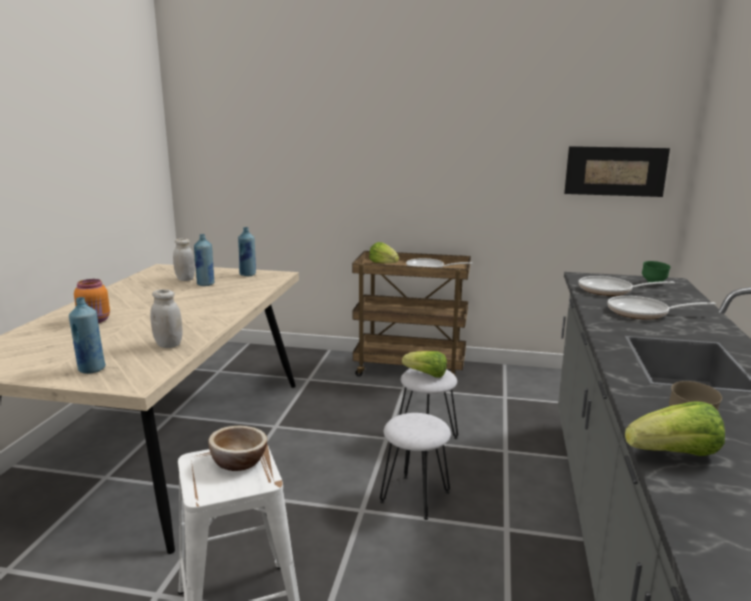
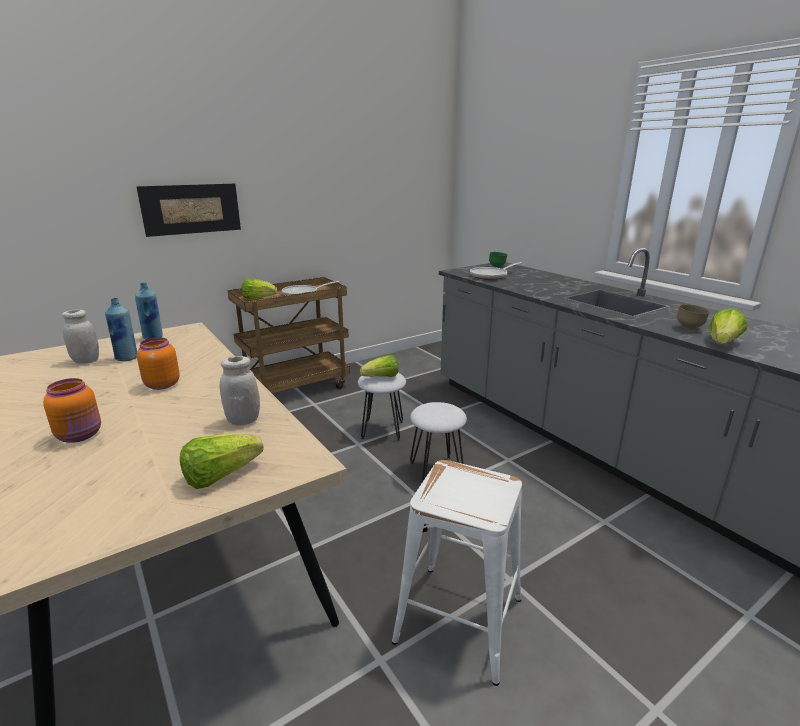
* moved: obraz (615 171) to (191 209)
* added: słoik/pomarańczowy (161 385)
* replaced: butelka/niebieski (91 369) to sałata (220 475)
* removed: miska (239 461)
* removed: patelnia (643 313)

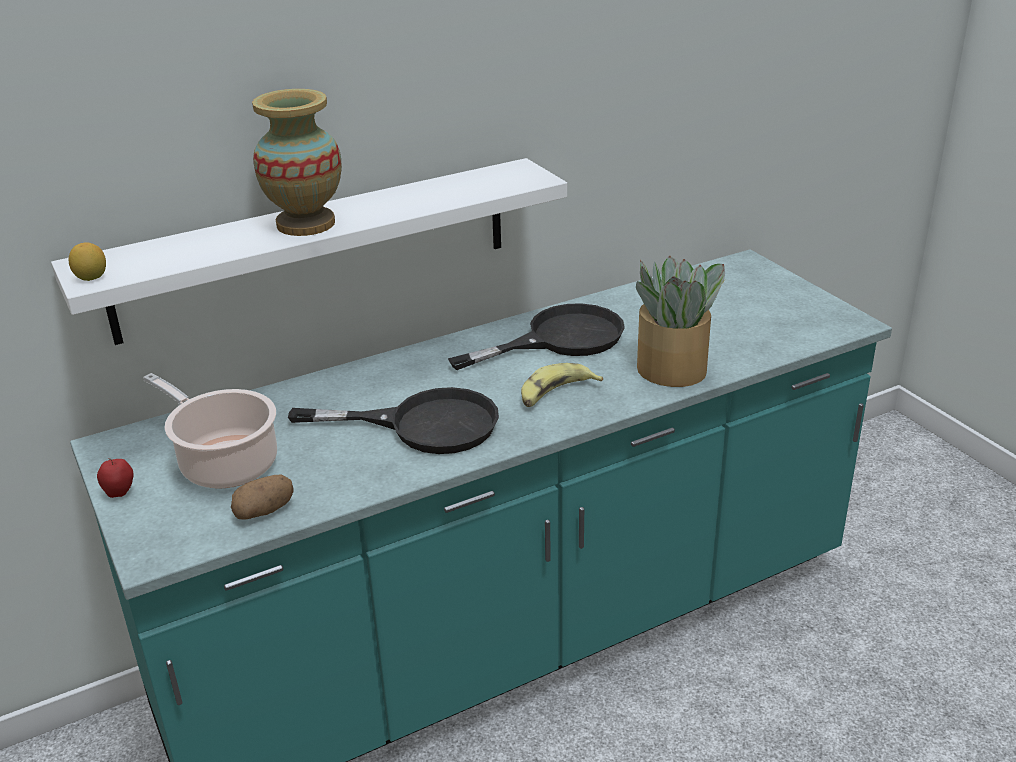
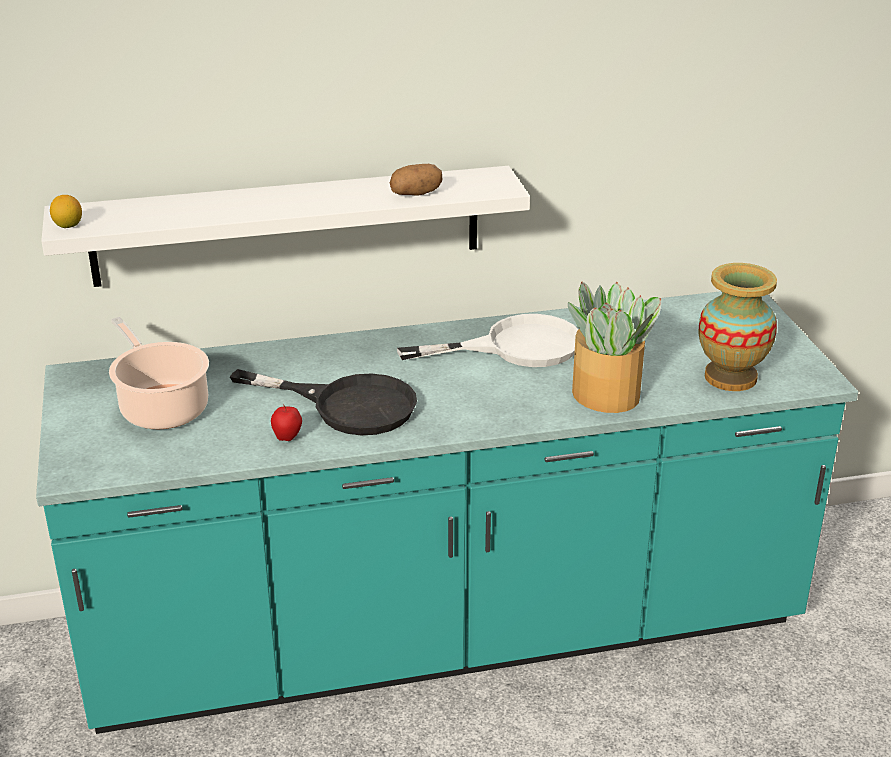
* moved: jabłko (120 493) to (287 438)
* moved: ziemniak (264 511) to (416 194)
* recoloured: patelnia/czarny (559 339) to patelnia/biały (515 347)
* moved: wazon (305 224) to (730 377)
* removed: banan (556 394)

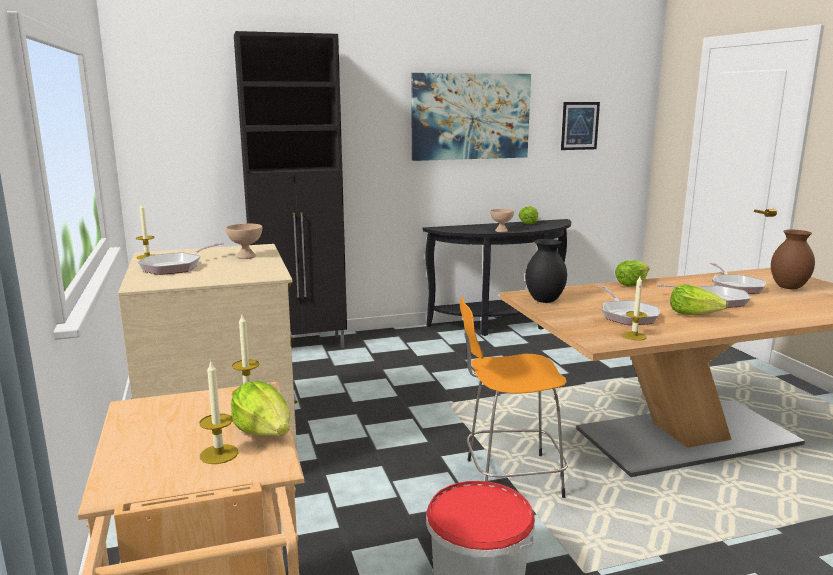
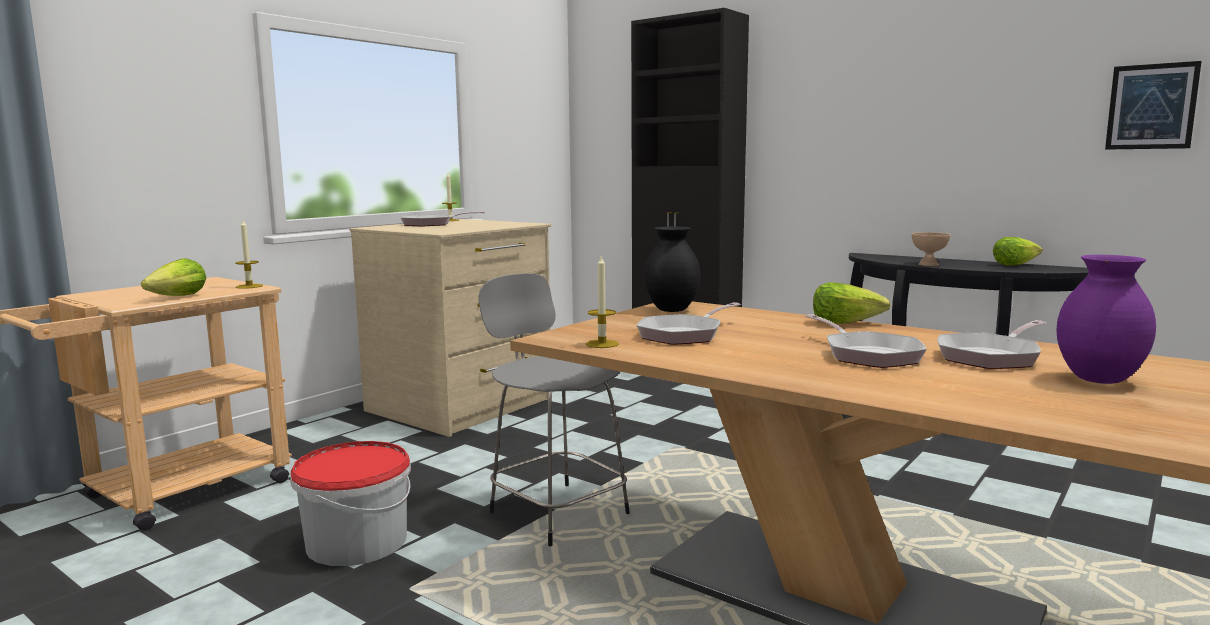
* recoloured: stołek/pomarańczowy (509 478) to stołek/szary (556 511)
* recoloured: wazon/brązowy (789 287) to wazon/fioletowy (1100 380)
* removed: świeca (219 454)
* removed: miska/beżowy (246 257)
* removed: obraz (470 116)
* removed: sałata (694 314)

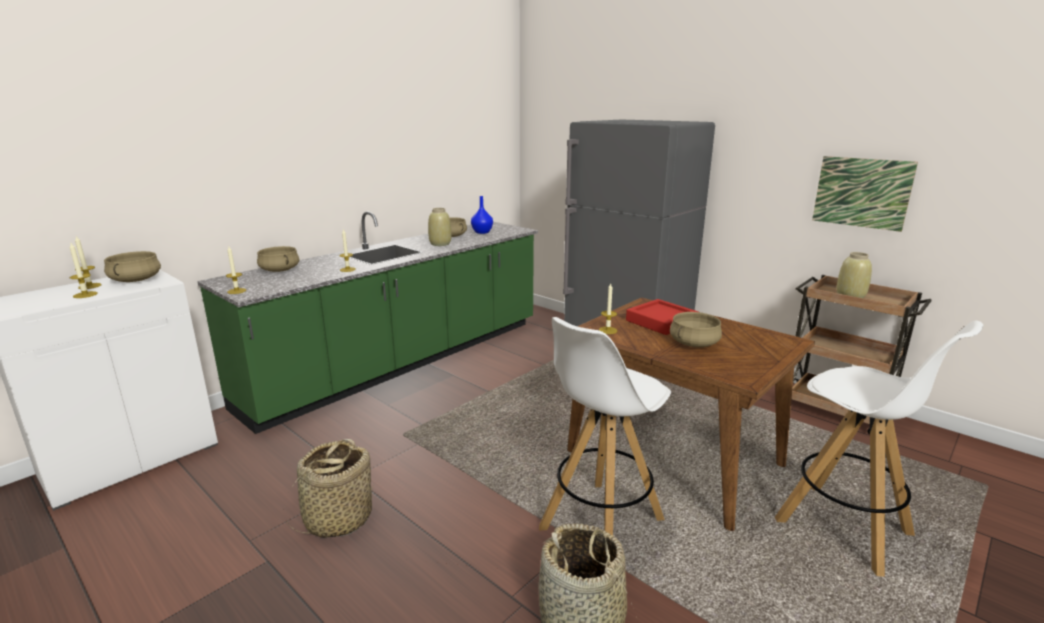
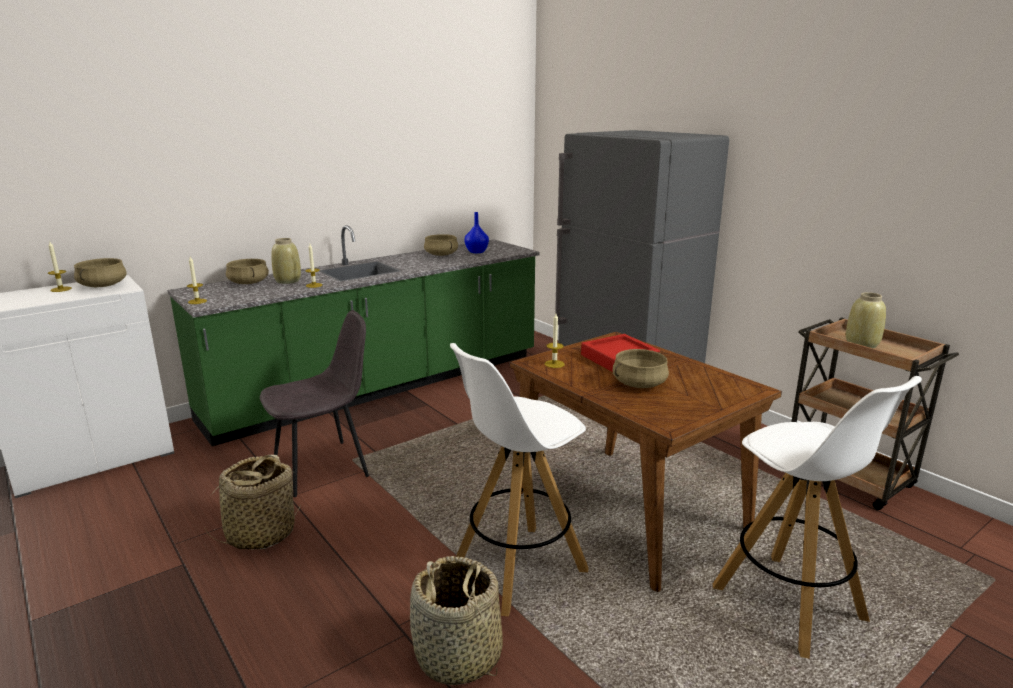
* added: krzesło/szary (323 467)
* moved: wazon/beżowy (440 244) to (288 281)
* removed: świeca (85 295)
* removed: obraz (861 192)

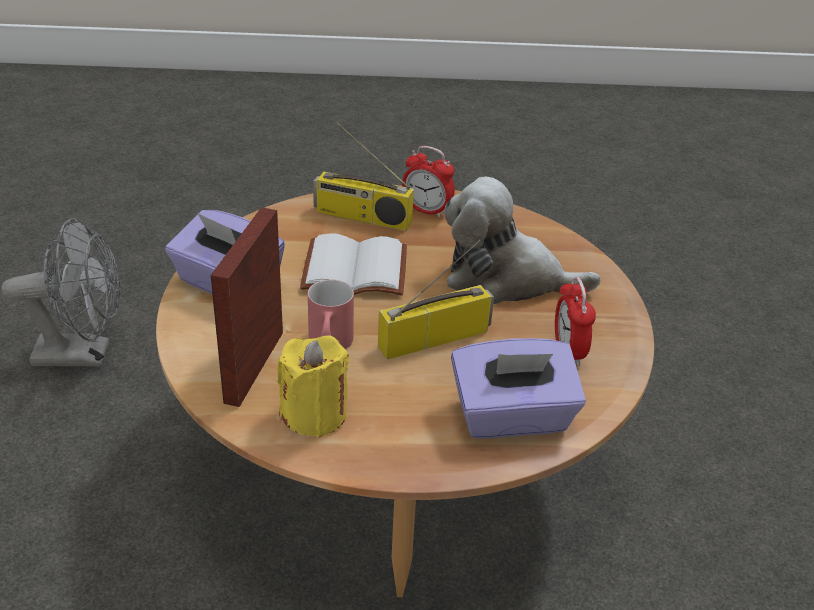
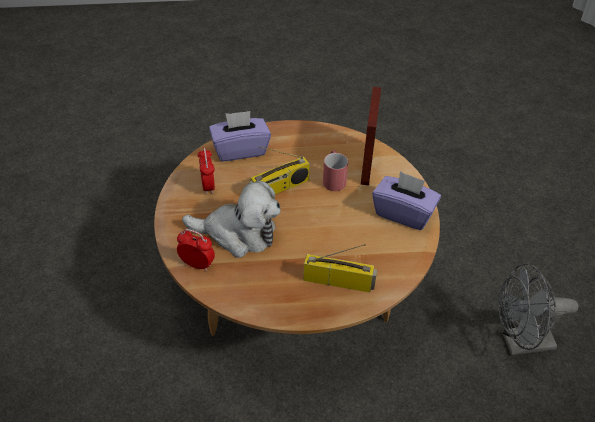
* moved: budzik (427 210) to (197 264)
* removed: świeca/żółty (314 414)
* removed: książka/biały (353 271)

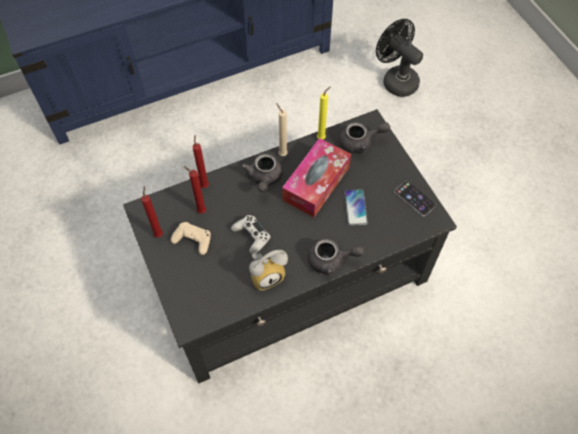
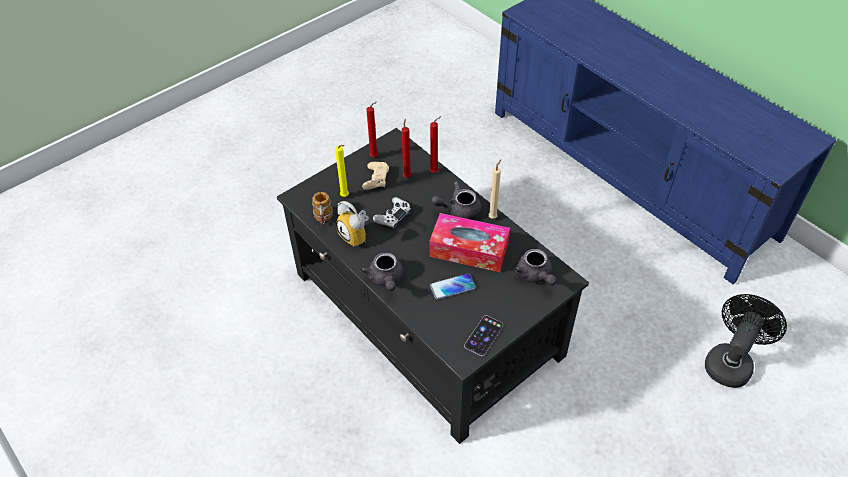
* added: kubek (324 221)
* moved: świeca/żółty (322 137) to (346 196)

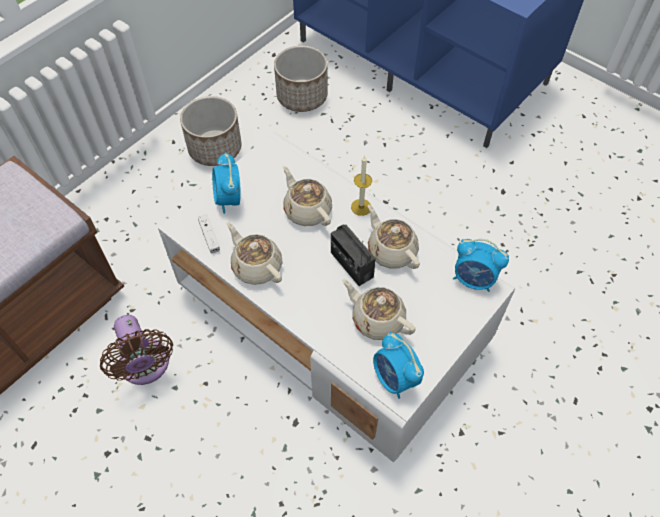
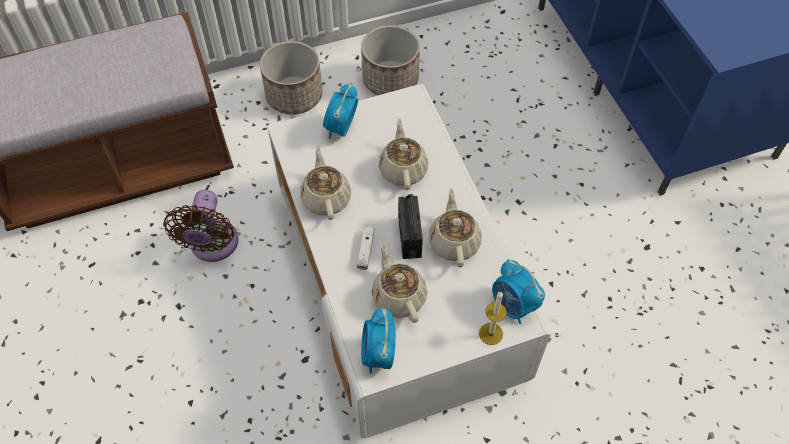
* moved: donica (302 96) to (295 95)
* moved: pad do gier/biały (209 236) to (366 250)
* moved: świeca (361 207) to (491 333)

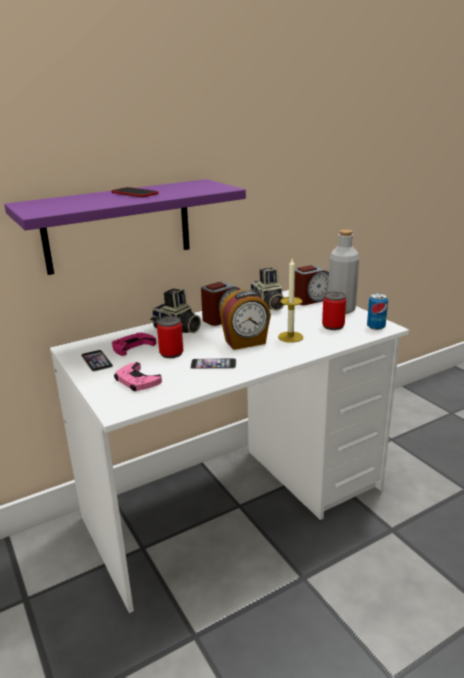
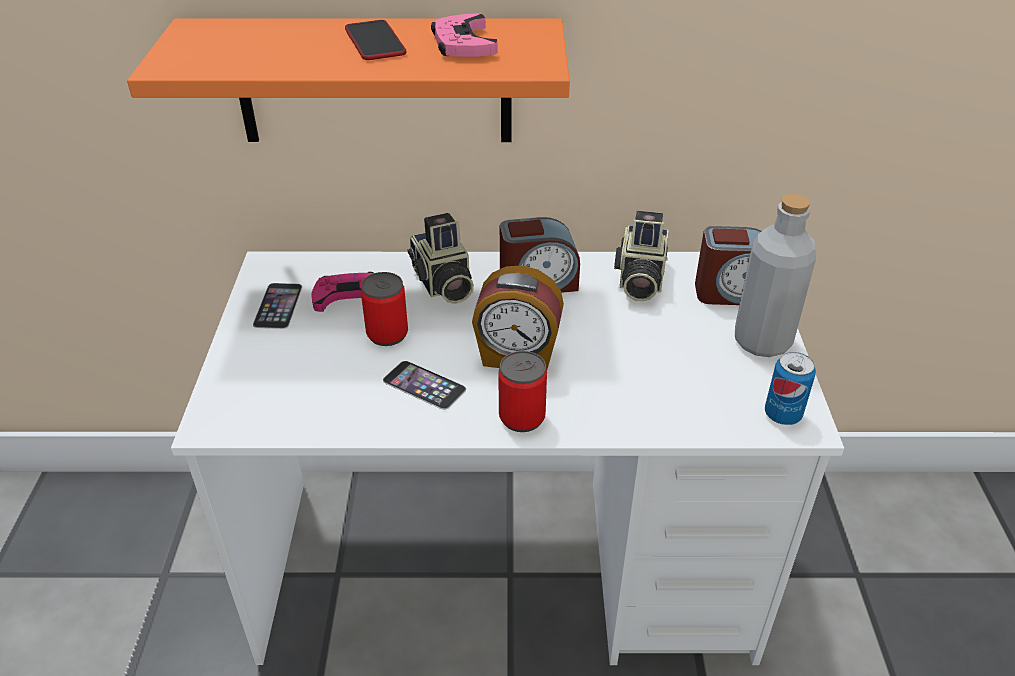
* recoloured: półka/fioletowy (118 226) to półka/pomarańczowy (374 81)
* moved: pad do gier/różowy (137 381) to (463 44)
* moved: puszka (333 326) to (522 417)
* removed: świeca (290 337)

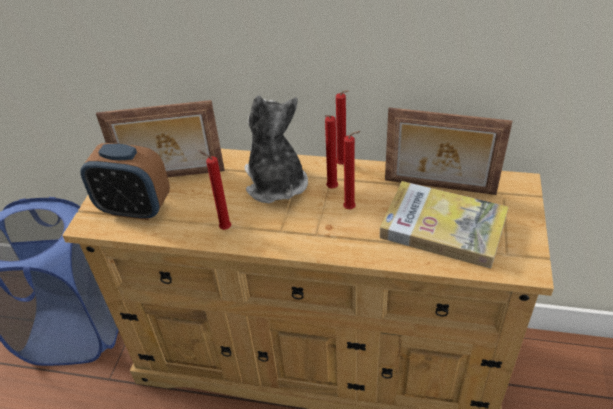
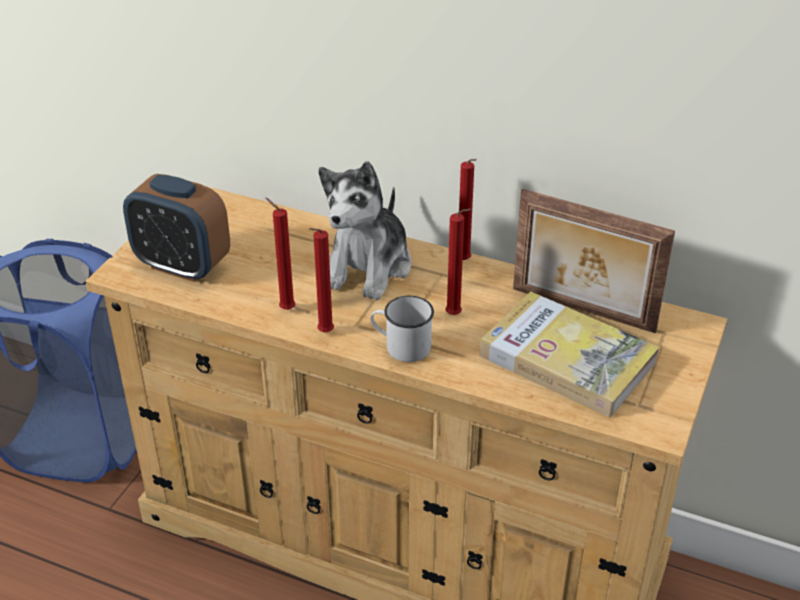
* moved: świeca/czerwony (331 189) to (323 333)
* turned: pluszak (276 183) = (369 267) 150 degrees counterclockwise
* added: kubek/biały (401 346)
* removed: ramka na zdjęcie (172 177)

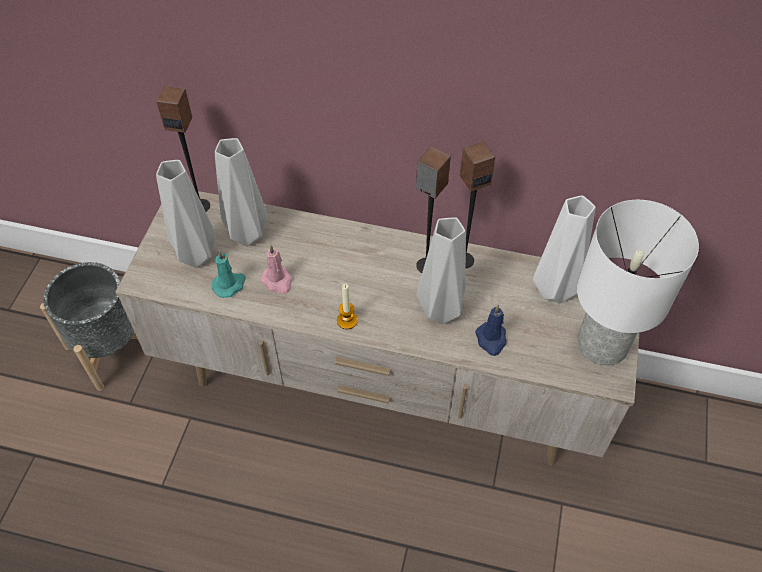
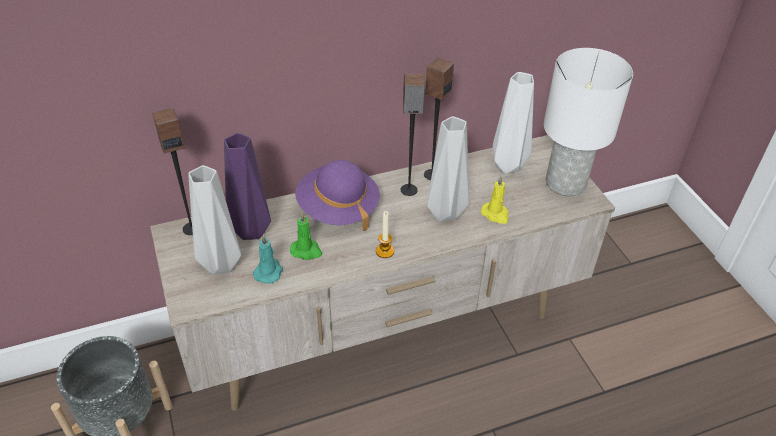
* recoloured: wazon/szary (248 236) to wazon/fioletowy (253 231)
* recoloured: świeca/różowy (278 281) to świeca/zielony (306 251)
* added: kapelusz/fioletowy (338 209)
* recoloured: świeca/niebieski (491 340) to świeca/żółty (495 214)

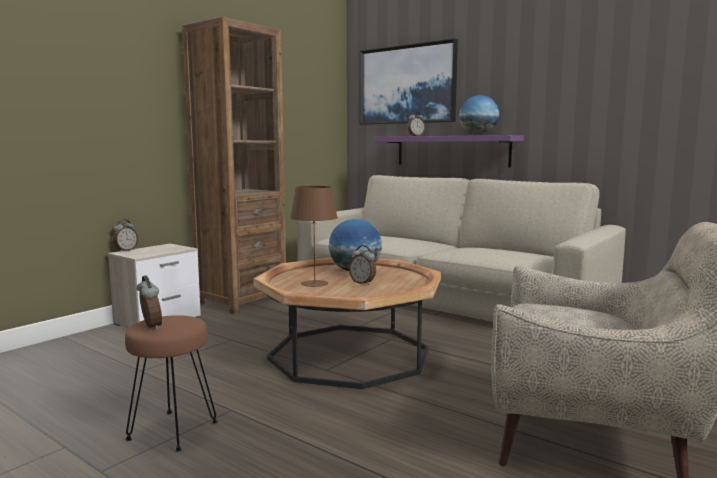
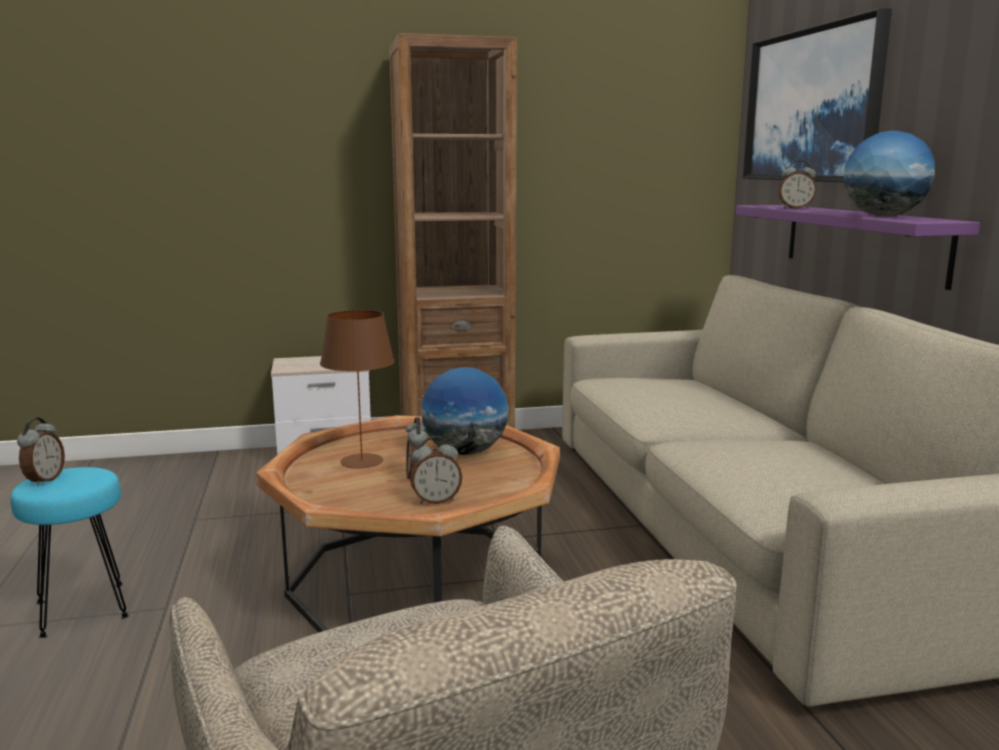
* recoloured: stołek/brązowy (172 430) to stołek/turkusowy (83 609)
* moved: budzik (126 250) to (436 500)

